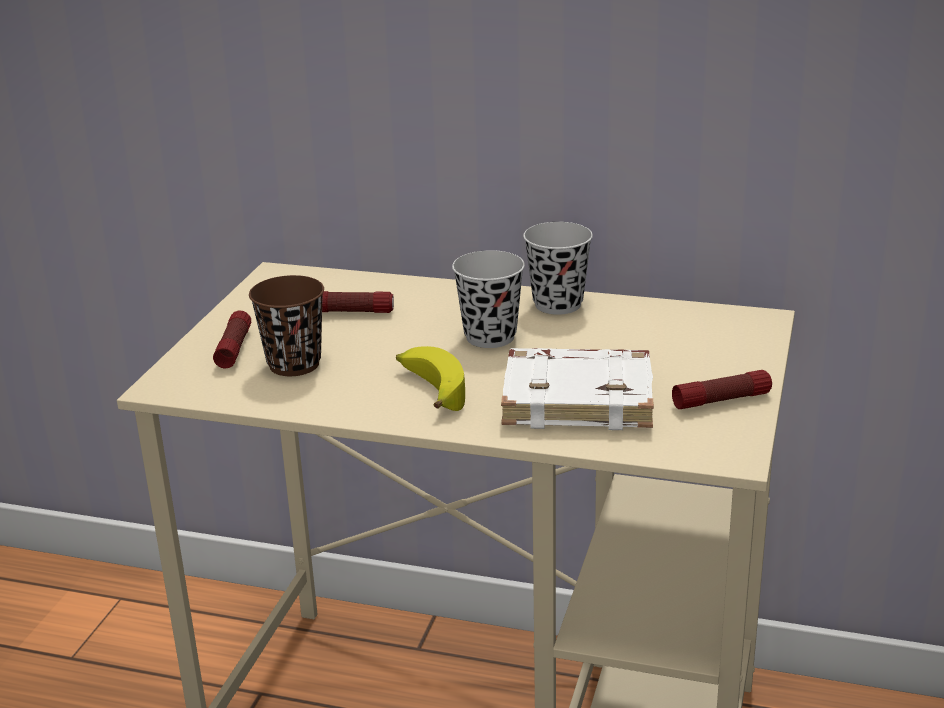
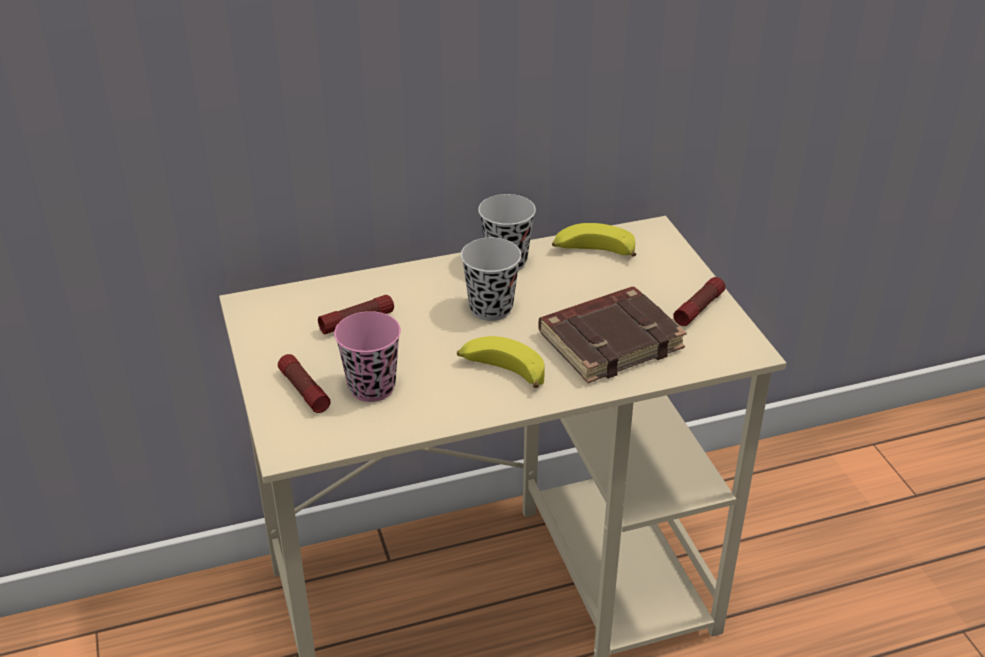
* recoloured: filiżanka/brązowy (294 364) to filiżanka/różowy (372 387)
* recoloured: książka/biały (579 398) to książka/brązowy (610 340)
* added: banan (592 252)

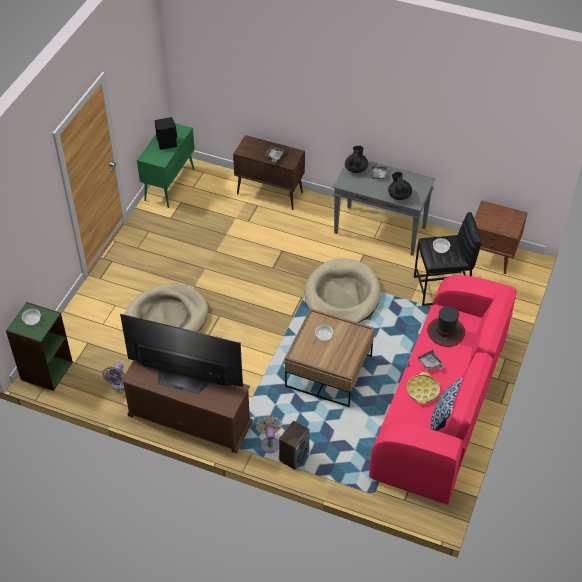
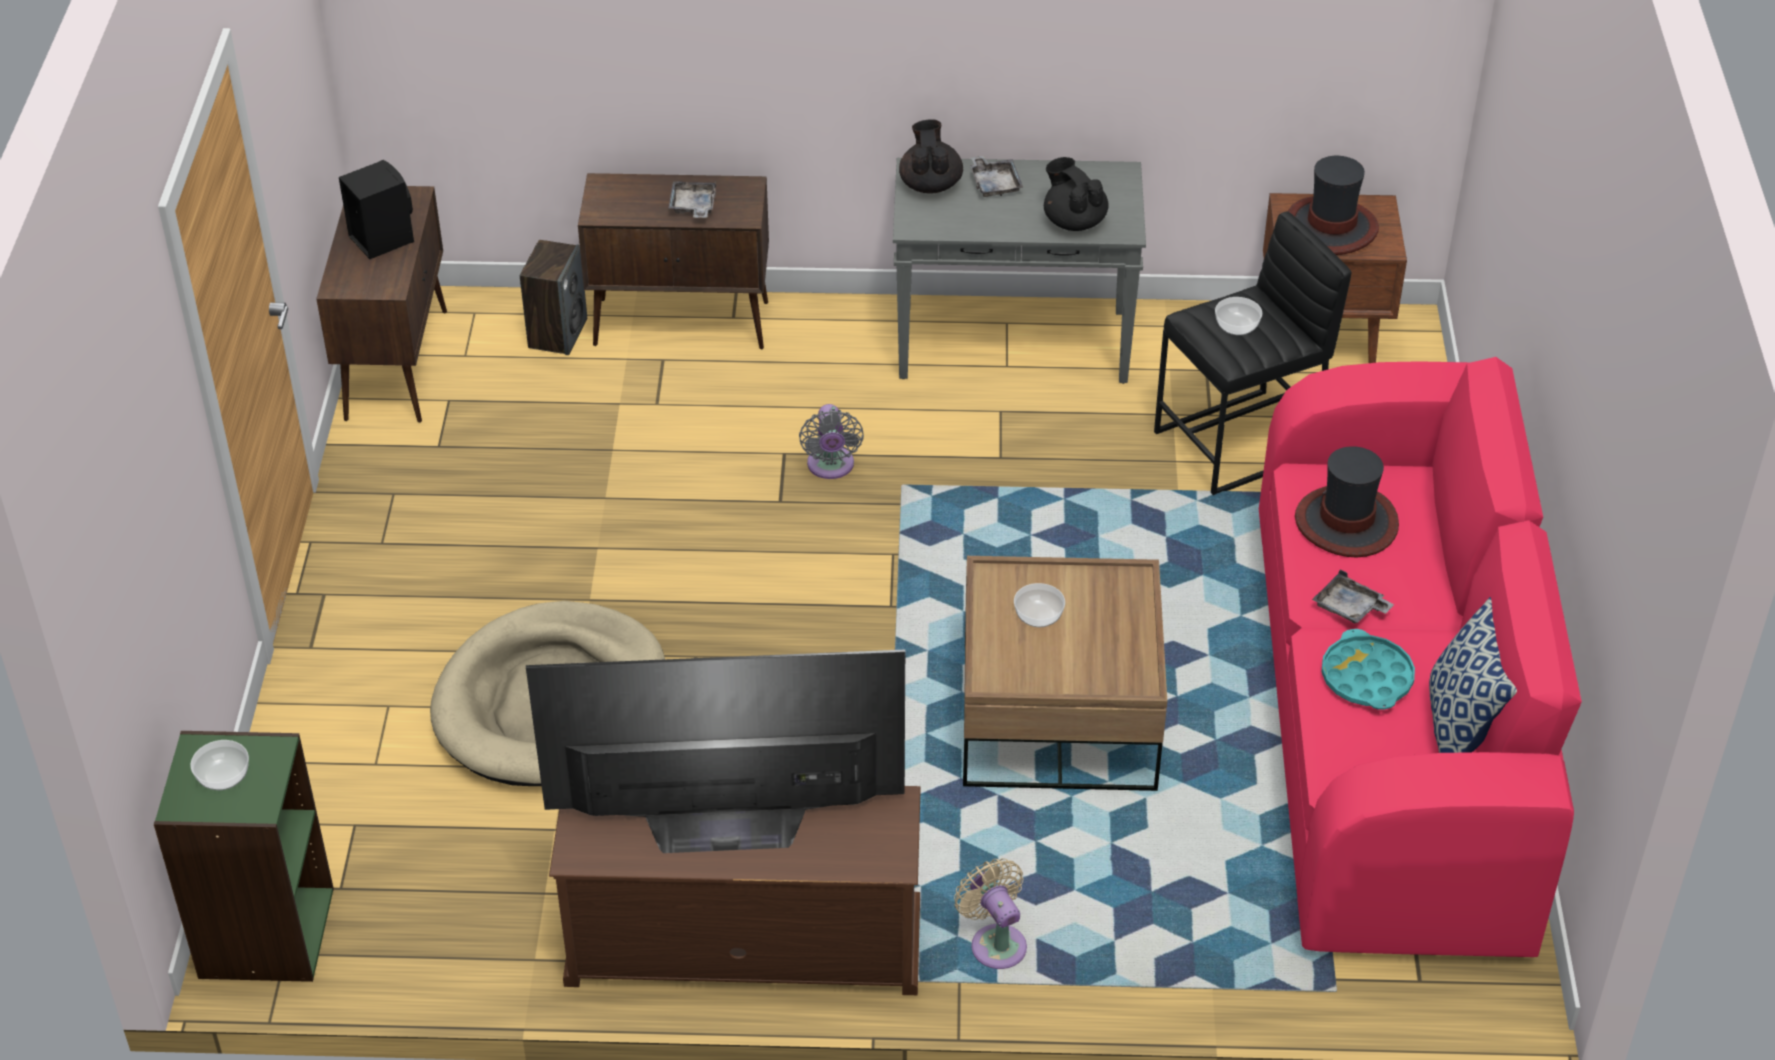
* recoloured: szafka/zielony (170 184) to szafka/brązowy (396 364)
* moved: głośnik (294 456) to (557 333)
* moved: wentylator/szary (119 384) to (830 467)
* added: kapelusz (1331 227)
* recoloured: taca/żółty (422 390) to taca/turkusowy (1366 677)
* removed: legowisko/beżowy (342 296)

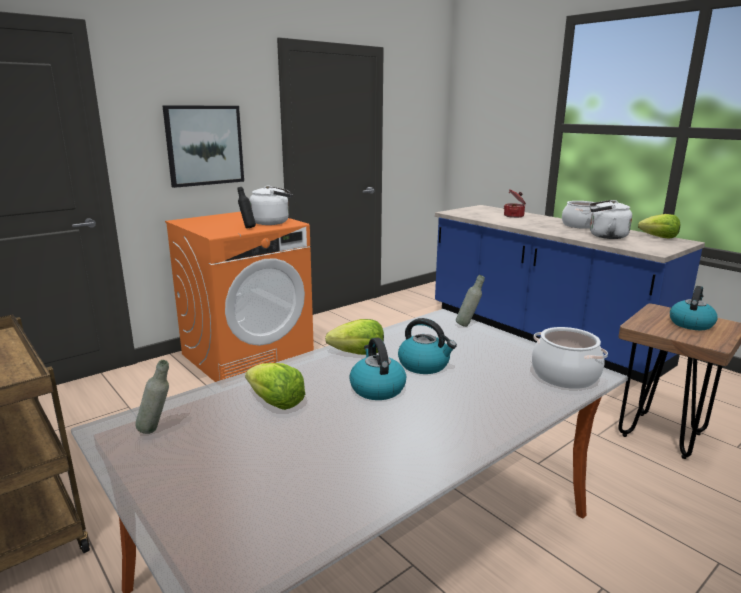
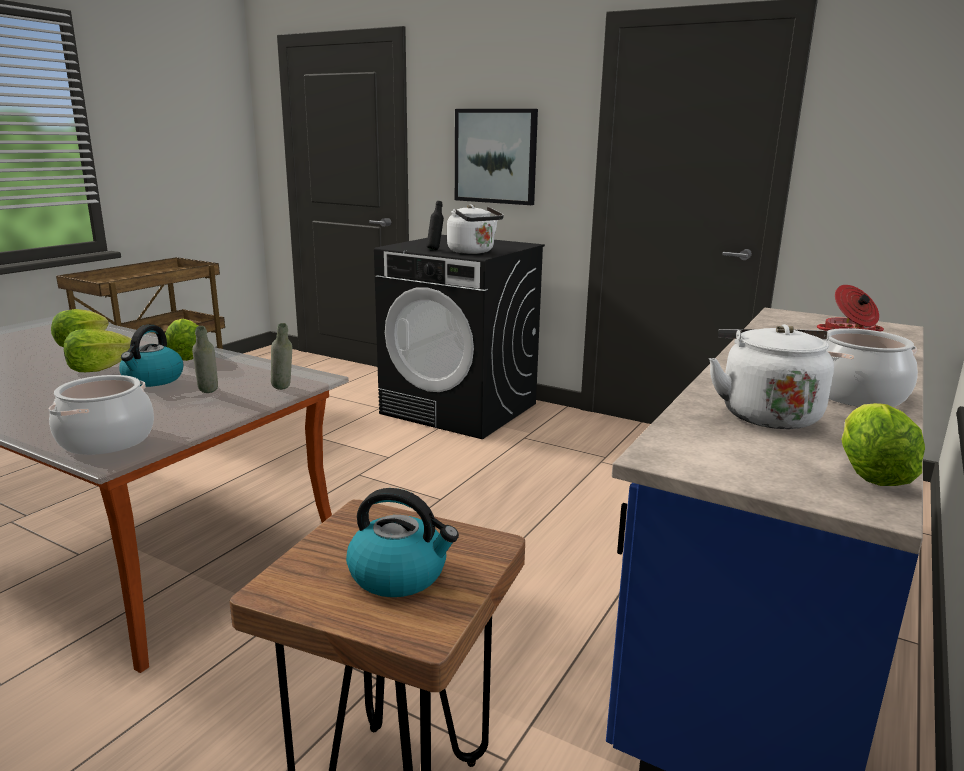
* replaced: czajnik (377 388) to sałata (99 368)
* moved: butelka/szary (157 431) to (208 394)
* recoloured: pralka/pomarańczowy (248 356) to pralka/czarny (460 409)

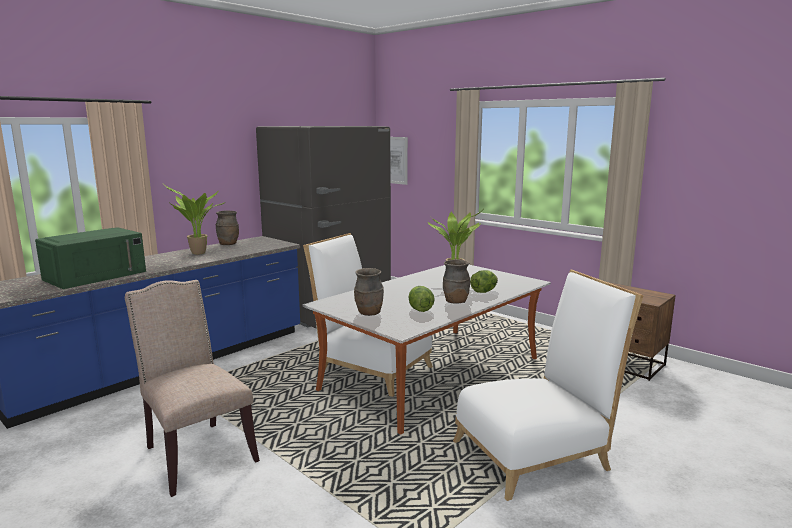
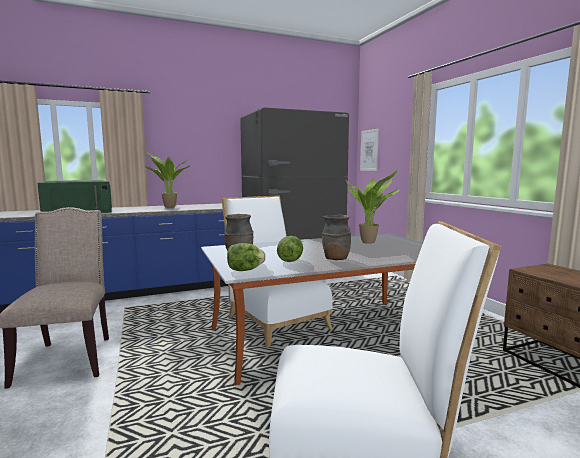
* moved: sałata (484 291) to (245 270)
* removed: wazon/brązowy (228 244)

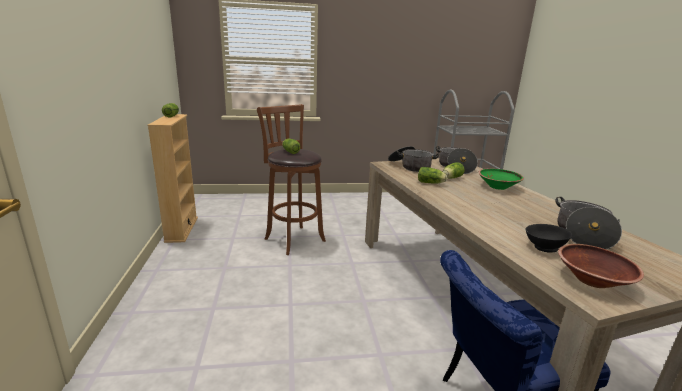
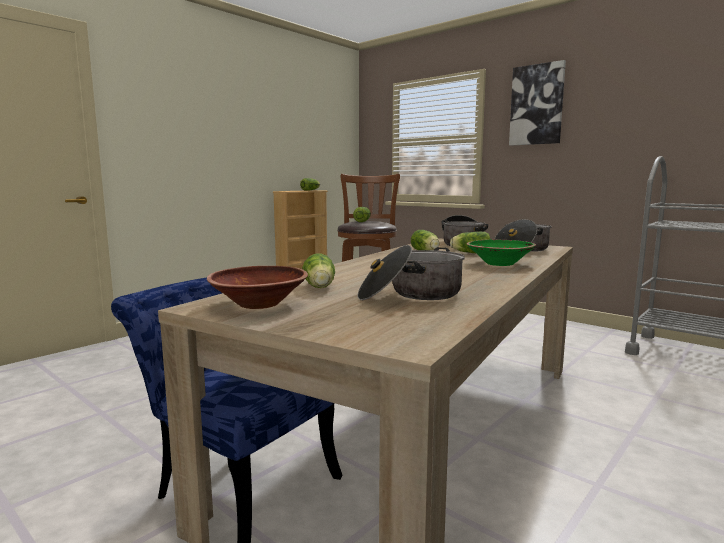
* replaced: miska/czarny (543 248) to sałata (319 287)
* added: obraz (537 105)

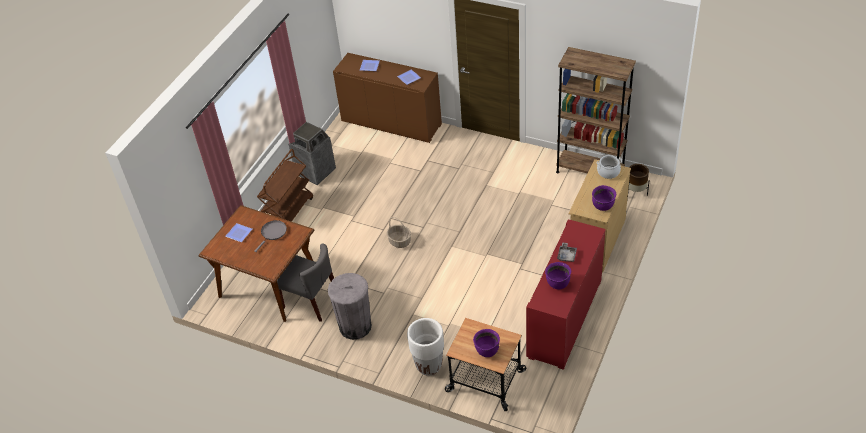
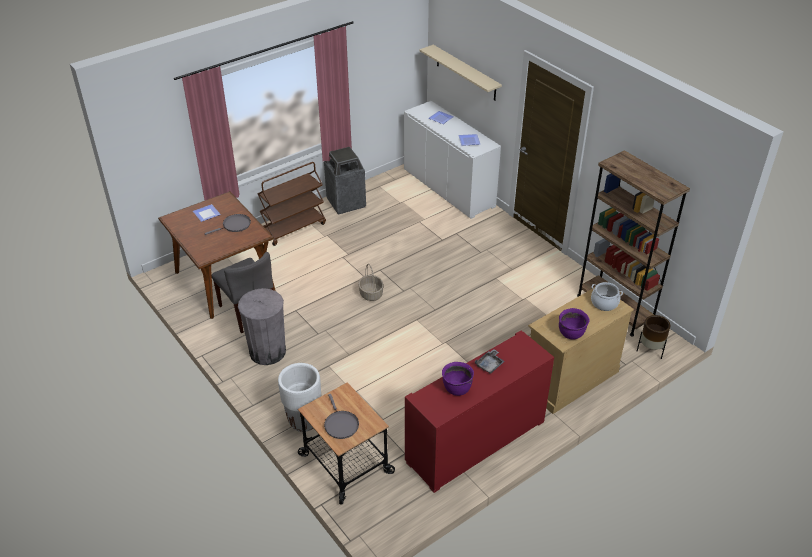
* replaced: garnek/fioletowy (487 350) to patelnia/szary (340 424)
* recoloured: szafka/brązowy (391 123) to szafka/biały (448 188)
* added: półka/beżowy (466 73)

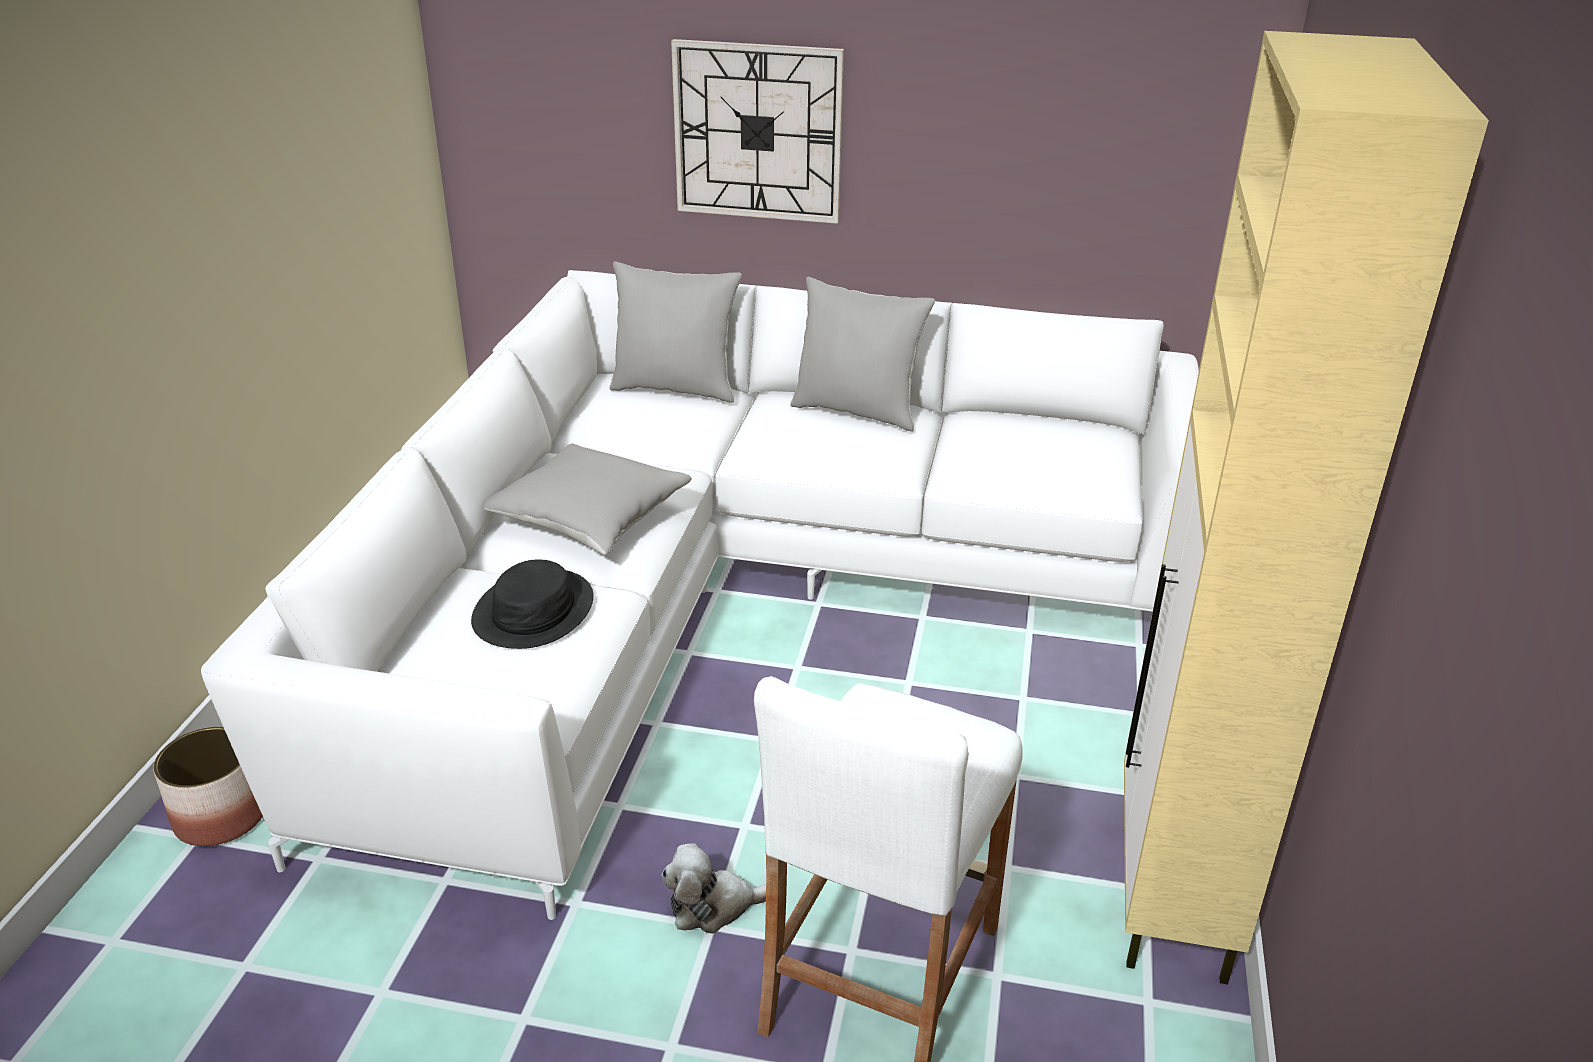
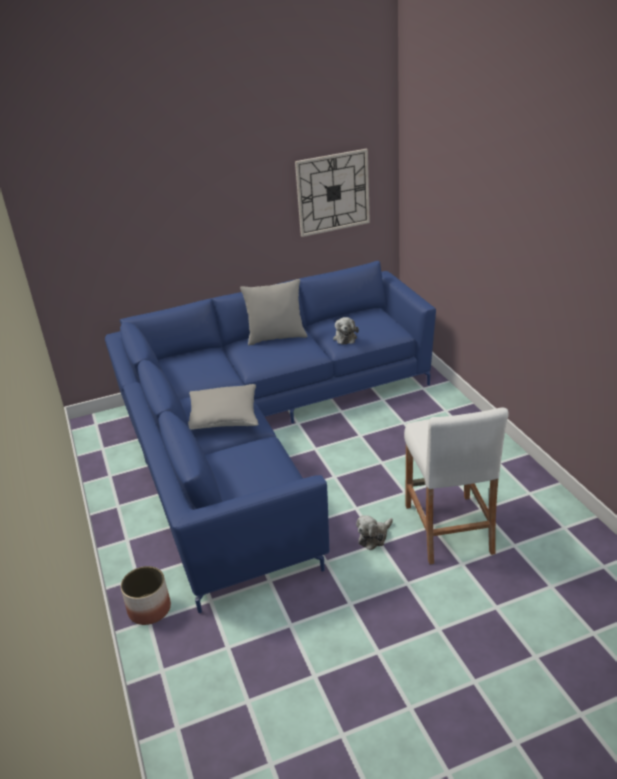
* recoloured: kanapa/biały (726 599) to kanapa/niebieski (260 437)
* moved: zegar ścienny (758 132) to (333 192)
* added: pluszak (345 337)
* removed: kapelusz/czarny (534 611)
* removed: poduszka/szary (676 388)
* removed: szafka/beżowy (1171 890)

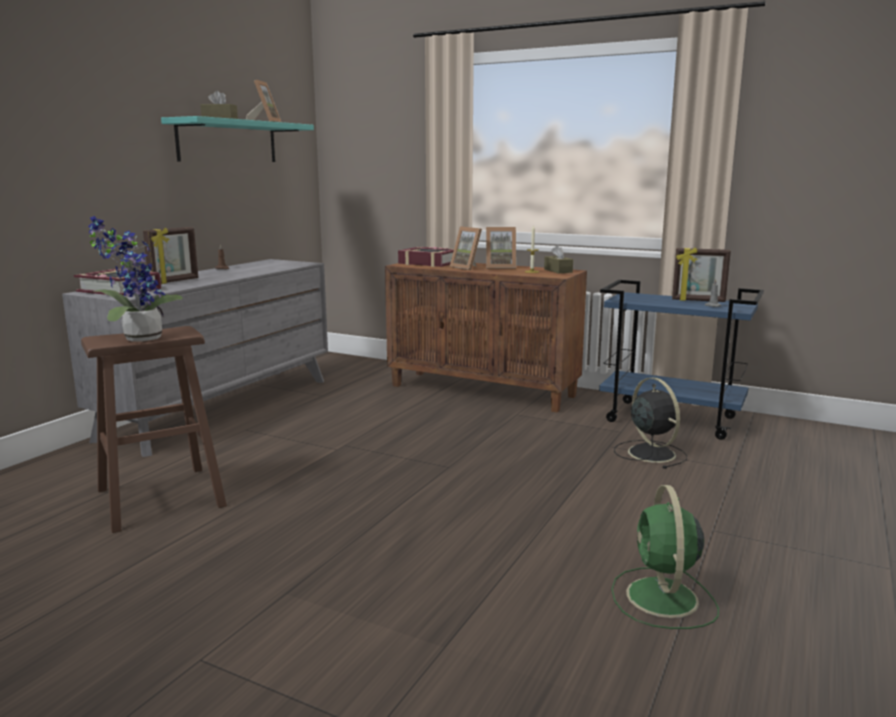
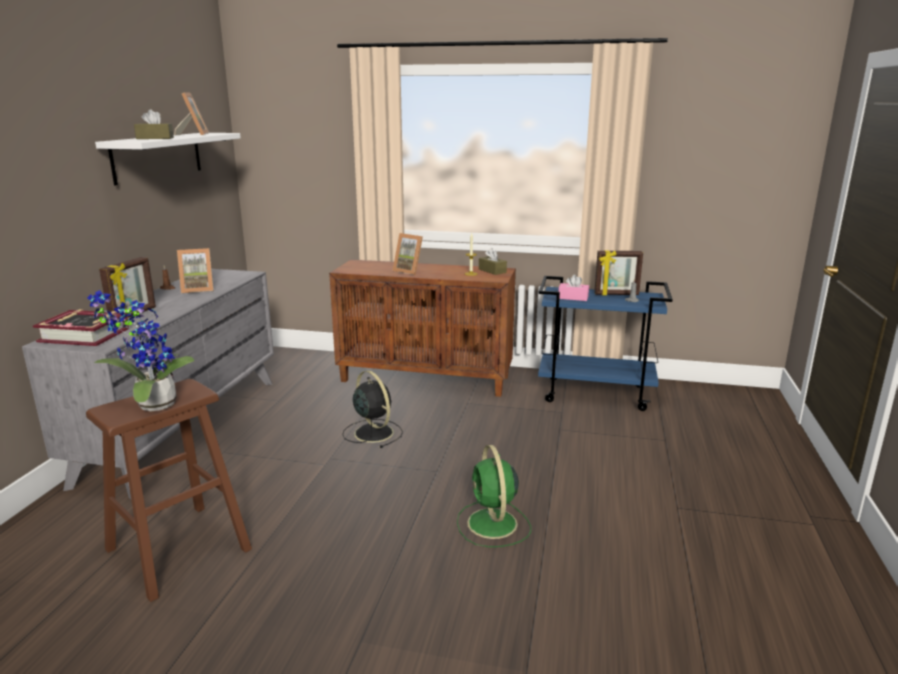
* recoloured: półka/turkusowy (228 141) to półka/biały (158 157)
* moved: ramka na zdjęcie (500 267) to (198 289)
* moved: wentylator/czarny (650 453) to (372 432)
* moved: wentylator/zielony (662 599) to (493 525)
* added: pudełko chusteczek/różowy (573 298)
* removed: książka (428 263)

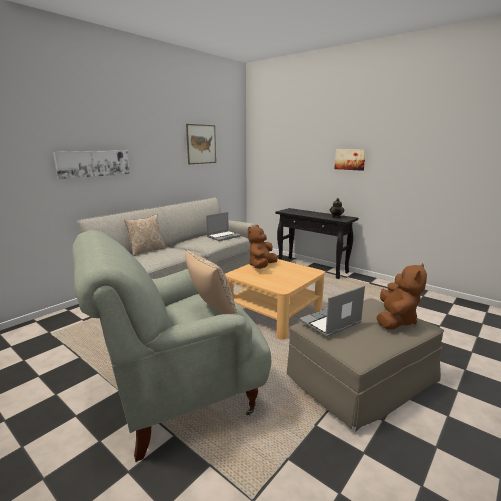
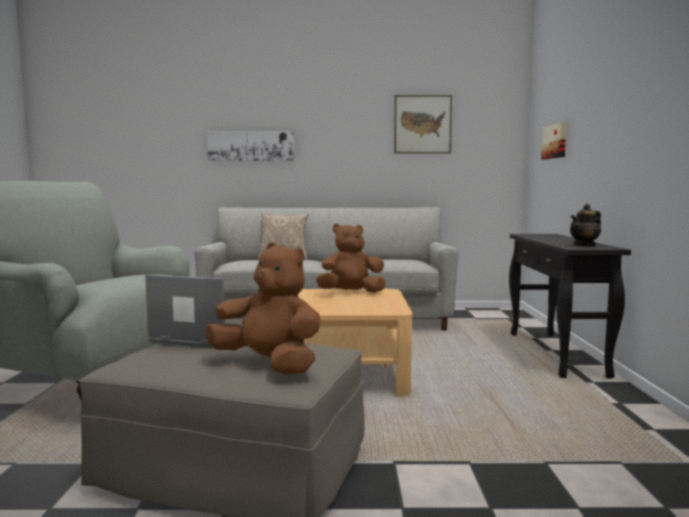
* turned: pluszak/brązowy (395 320) = (269 365) 135 degrees counterclockwise
* moved: obraz (350 159) to (555 141)
* removed: poduszka (211 313)
* removed: laptop (223 236)

